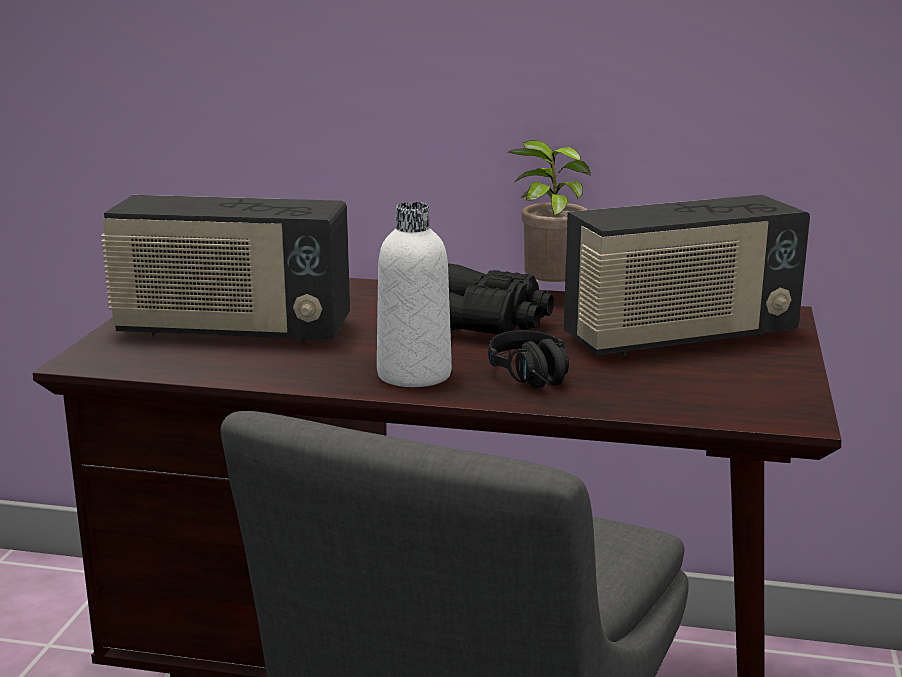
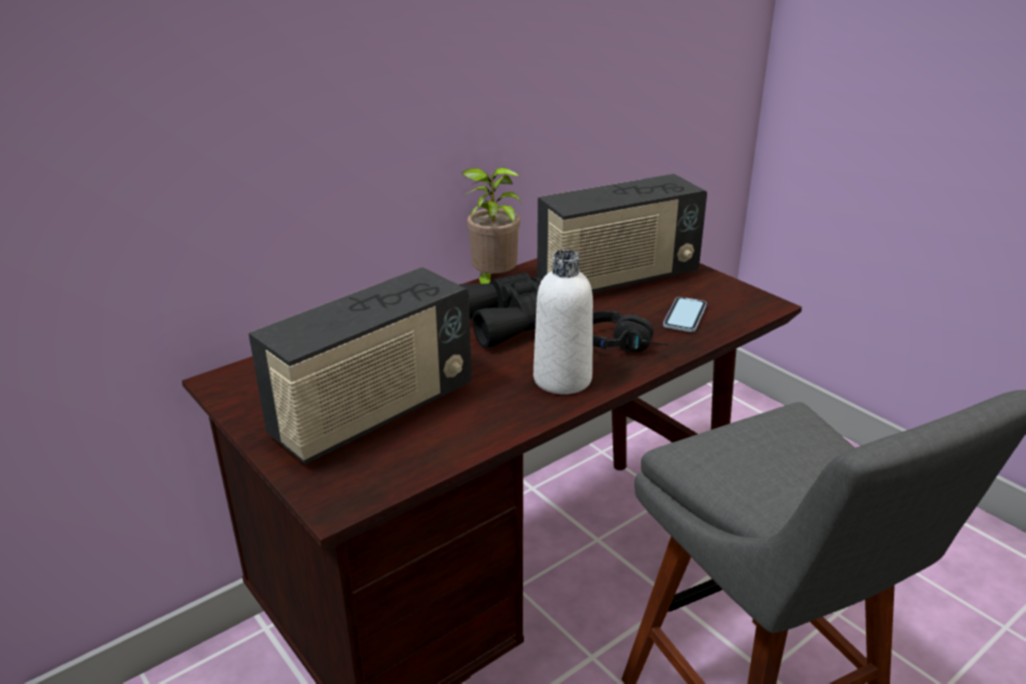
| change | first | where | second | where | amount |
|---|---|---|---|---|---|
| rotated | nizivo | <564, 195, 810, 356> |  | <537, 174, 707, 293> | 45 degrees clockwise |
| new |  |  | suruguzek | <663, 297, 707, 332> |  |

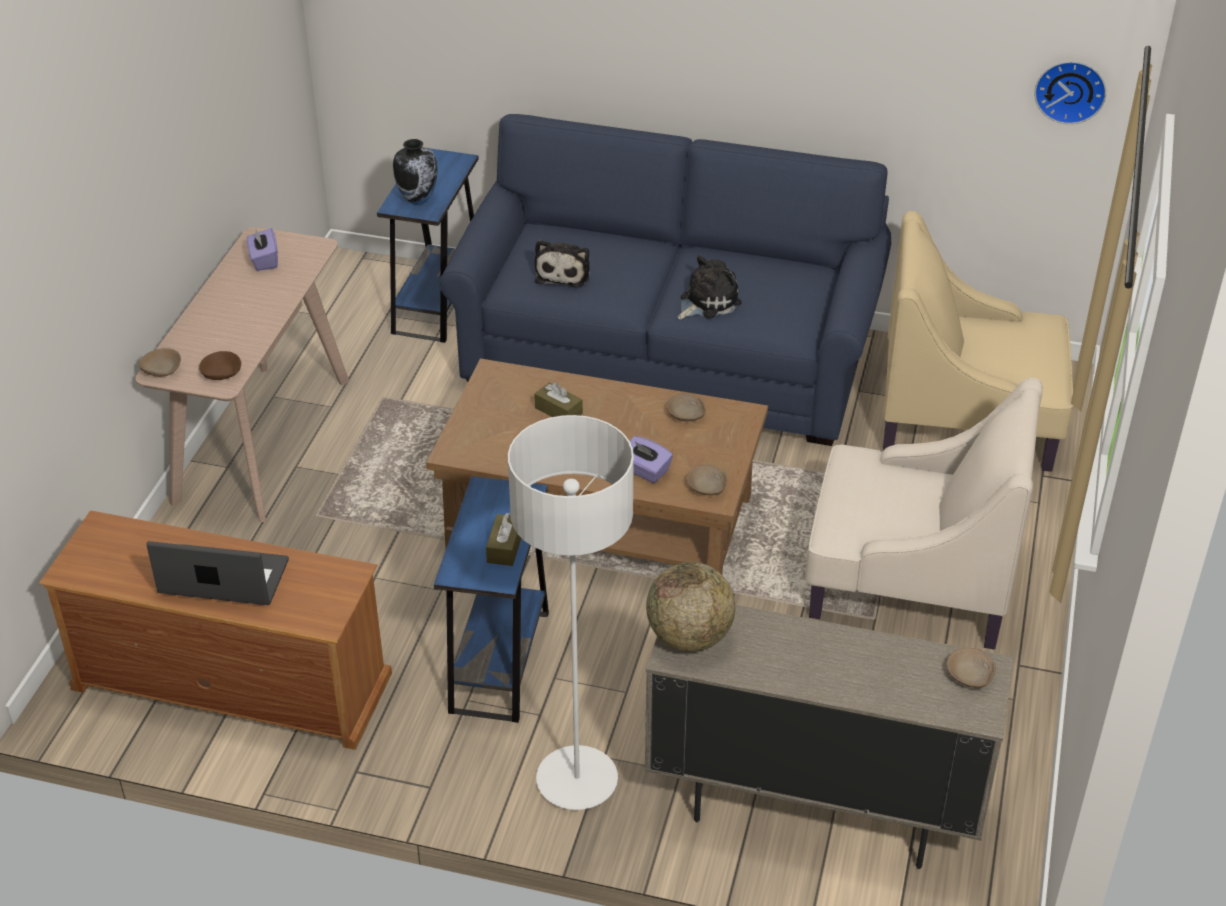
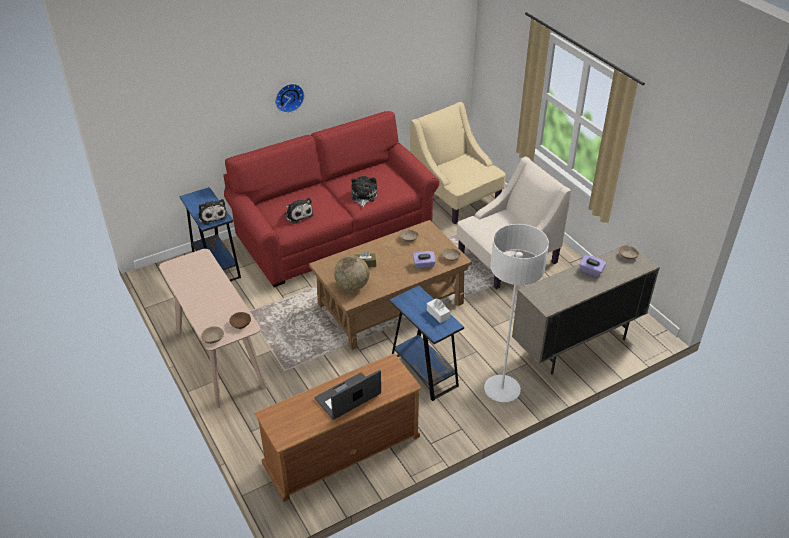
| change | first | where | second | where | amount |
|---|---|---|---|---|---|
| shifted | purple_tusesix | <247, 228, 278, 271> |  | <580, 255, 606, 277> |  |
| swapped | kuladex | <393, 139, 438, 205> | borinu | <198, 199, 227, 225> |  |
| repainted | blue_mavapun | <439, 114, 891, 446> | red_mavapun | <223, 111, 439, 287> |  |
| repainted | brown_tusesix | <486, 513, 521, 566> | white_tusesix | <427, 299, 450, 323> |  |
| shifted | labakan | <646, 562, 735, 652> |  | <334, 256, 369, 291> |  |
| rotated | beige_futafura | <882, 211, 1073, 472> |  | <410, 102, 506, 224> | 90 degrees clockwise |
| shifted | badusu | <1034, 61, 1106, 124> |  | <275, 84, 304, 113> |  |

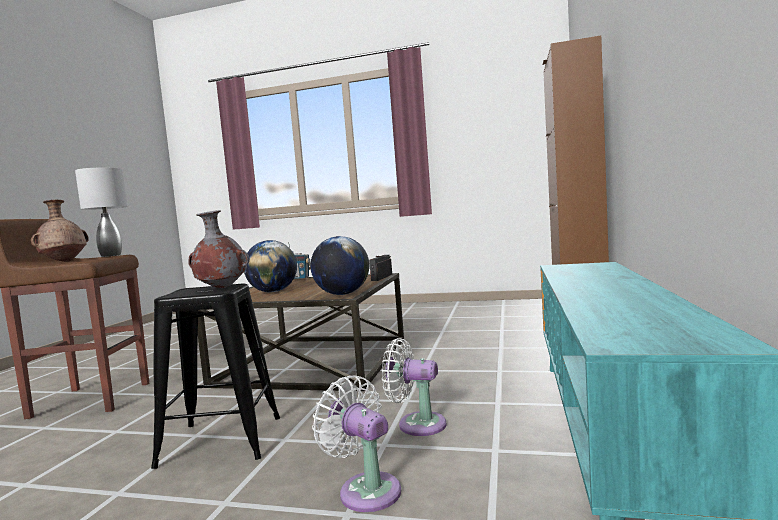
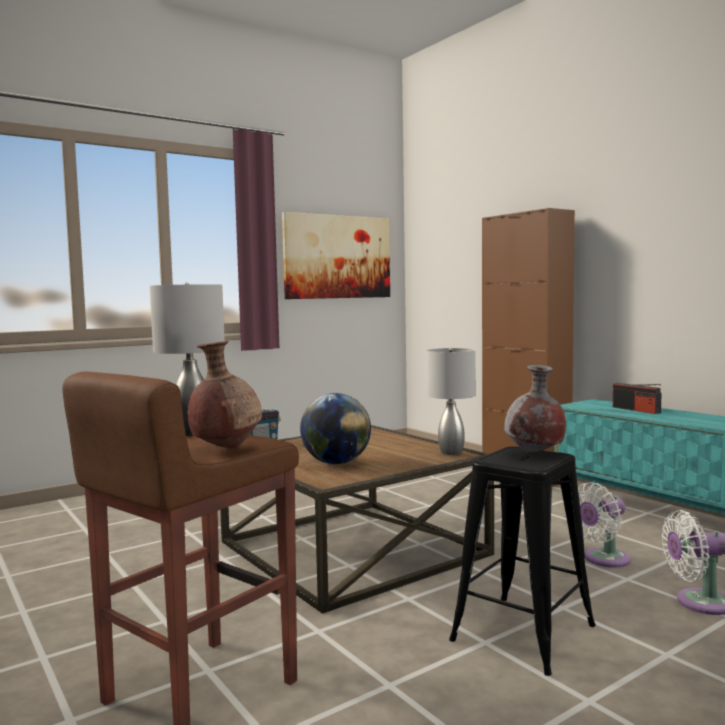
| change | first | where | second | where | amount |
|---|---|---|---|---|---|
| swapped | labakan | <310, 236, 369, 295> | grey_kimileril | <426, 348, 476, 455> |  |
| shifted | nizivo | <369, 255, 392, 281> |  | <613, 383, 661, 414> |  |
| new |  |  | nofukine | <282, 212, 390, 299> |  |

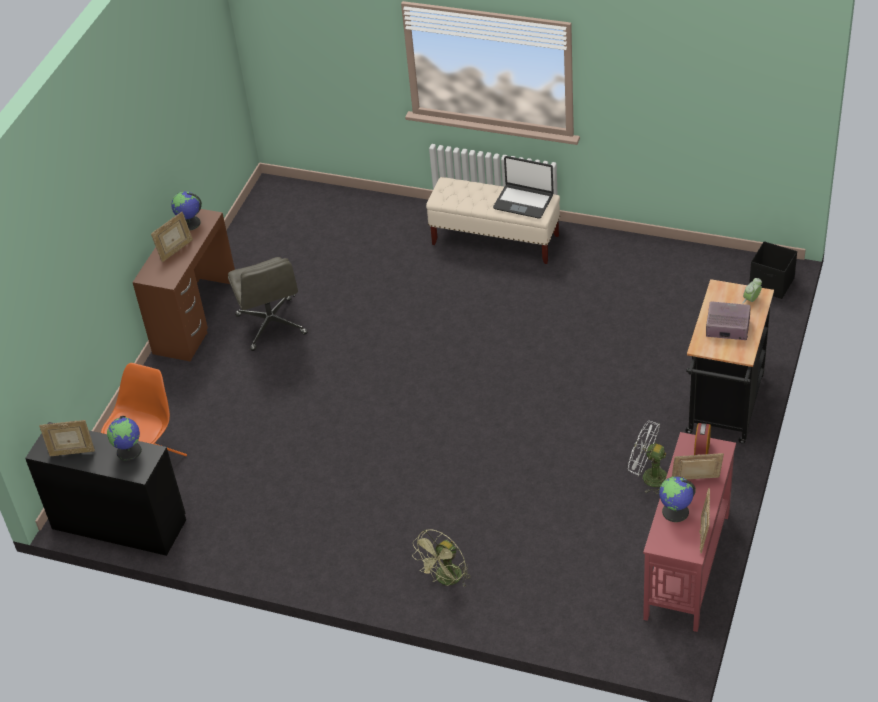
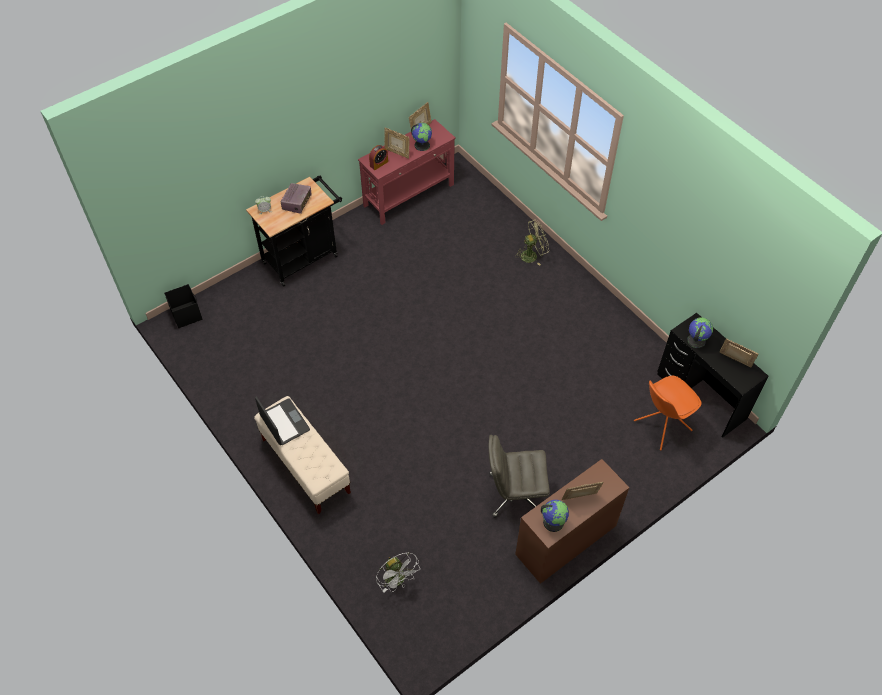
| change | first | where | second | where | amount |
|---|---|---|---|---|---|
| rotated | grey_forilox | <228, 257, 308, 351> |  | <488, 435, 550, 517> | 105 degrees counterclockwise |
| shifted | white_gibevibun | <628, 421, 667, 493> |  | <376, 552, 420, 593> |  |
| rotated | nizivo | <706, 301, 751, 340> |  | <281, 183, 312, 214> | 120 degrees counterclockwise |

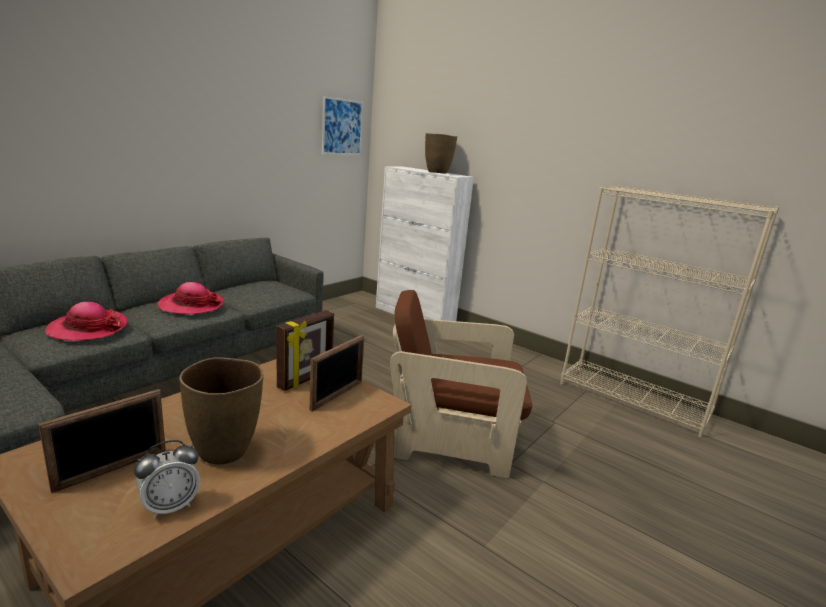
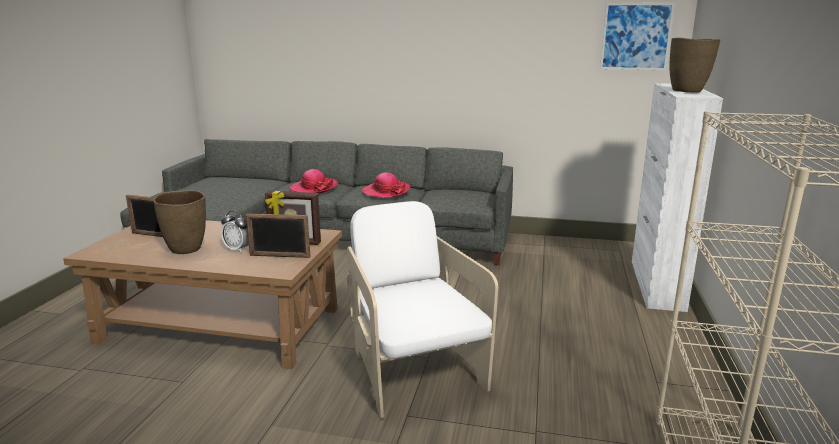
| change | first | where | second | where | amount |
|---|---|---|---|---|---|
| shifted | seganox | <134, 440, 200, 518> |  | <221, 211, 249, 252> |  |
| repainted | brown_futafura | <390, 290, 532, 478> | white_futafura | <347, 201, 498, 419> |  |

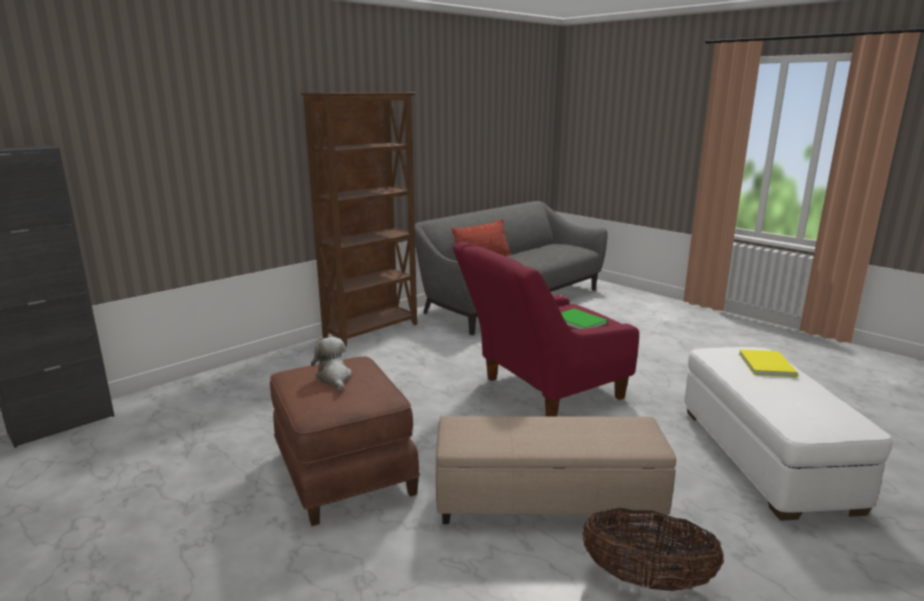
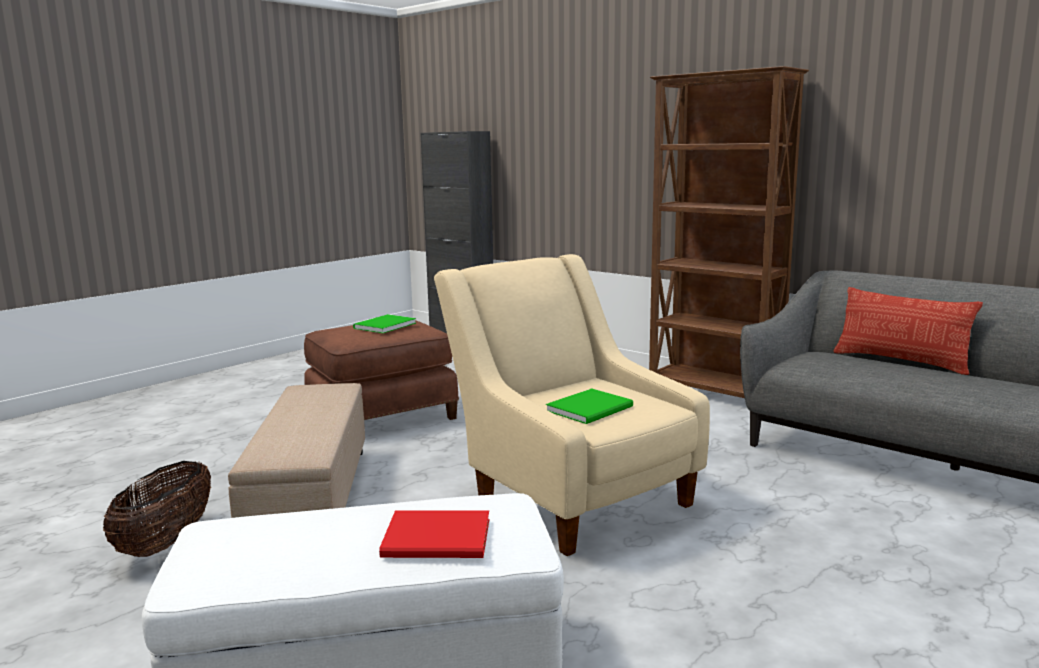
| change | first | where | second | where | amount |
|---|---|---|---|---|---|
| swapped | borinu | <311, 337, 352, 390> | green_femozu | <353, 314, 416, 333> |  |
| repainted | red_futafura | <452, 242, 639, 416> | beige_futafura | <434, 254, 710, 556> |  |
| repainted | yellow_femozu | <739, 349, 798, 377> | red_femozu | <379, 511, 489, 558> |  |

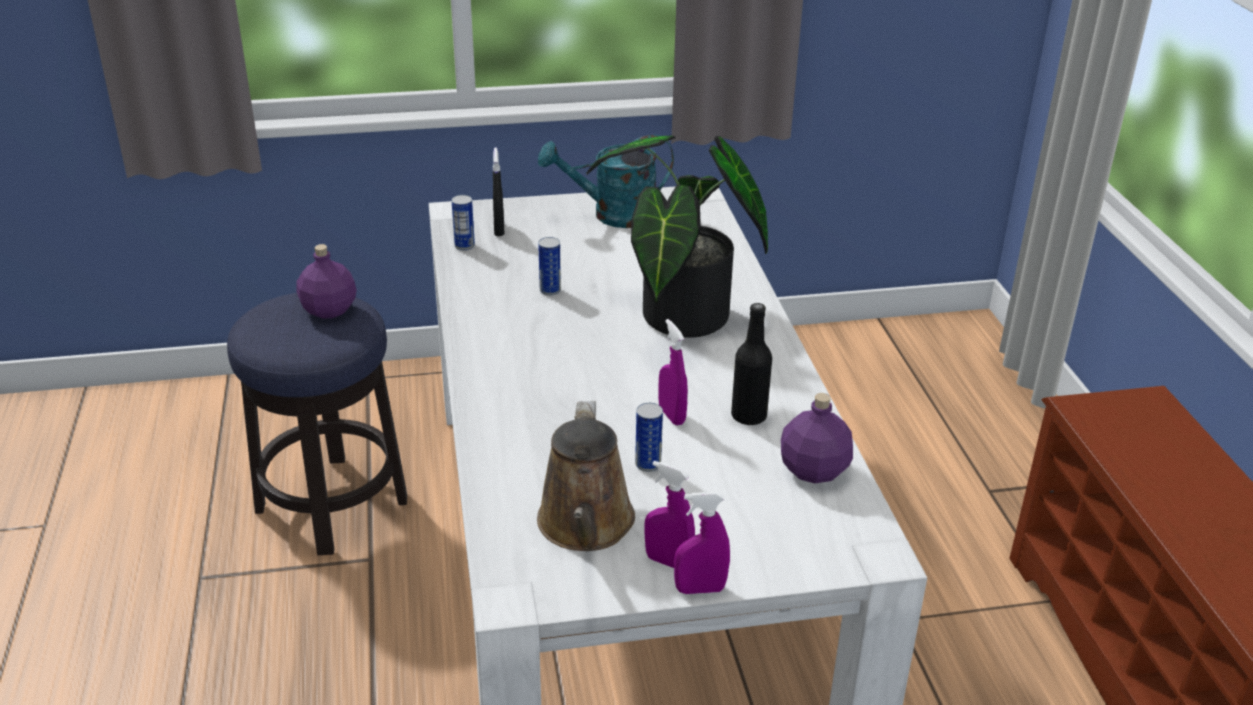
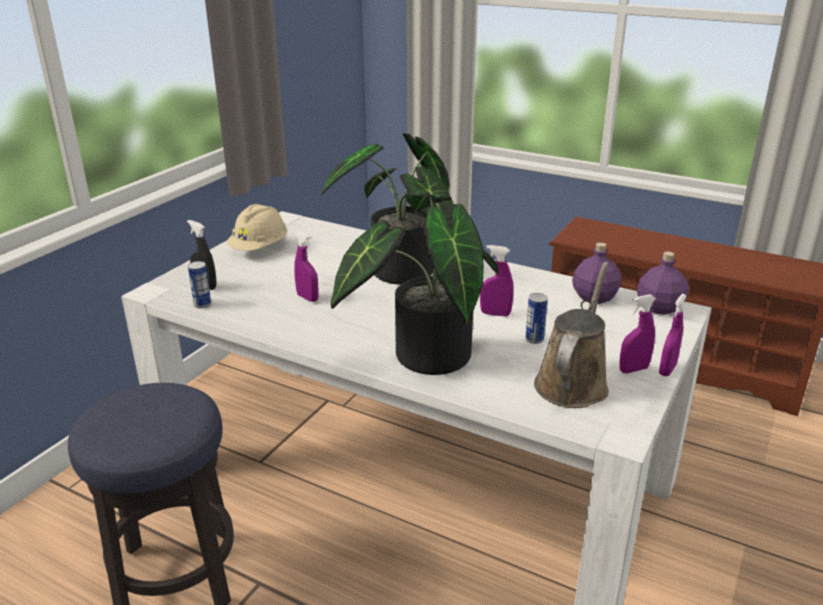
| change | first | where | second | where | amount |
|---|---|---|---|---|---|
| shifted | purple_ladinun | <296, 244, 357, 318> |  | <637, 251, 689, 315> |  |
| rotated | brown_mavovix | <537, 401, 635, 551> |  | <534, 262, 609, 408> | 105 degrees counterclockwise |
| swapped | turquoise_mavovix | <538, 135, 674, 228> | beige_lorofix | <227, 204, 287, 251> |  |
| swapped | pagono | <538, 237, 561, 296> | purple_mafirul | <294, 231, 319, 302> |  |
| gone | black_ladinun | <731, 303, 772, 425> |  |  |  |
| new |  |  | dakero | <331, 192, 499, 375> |  |

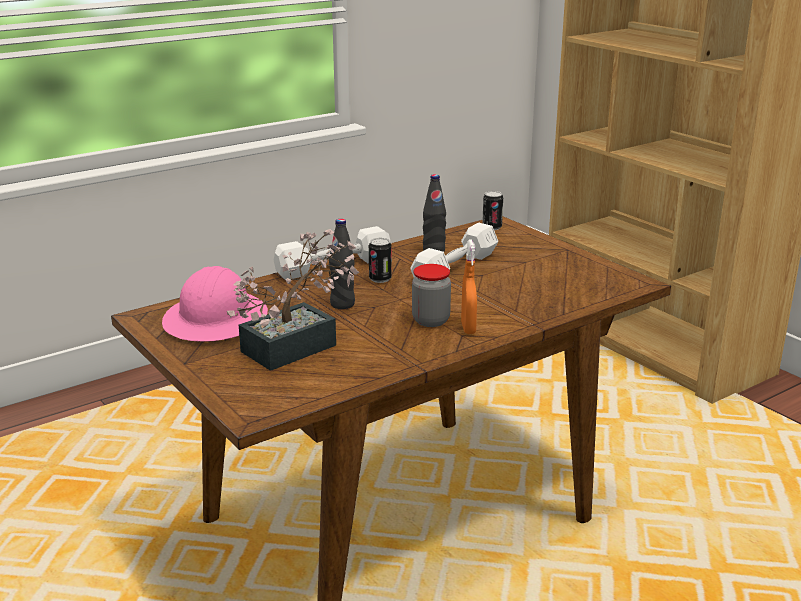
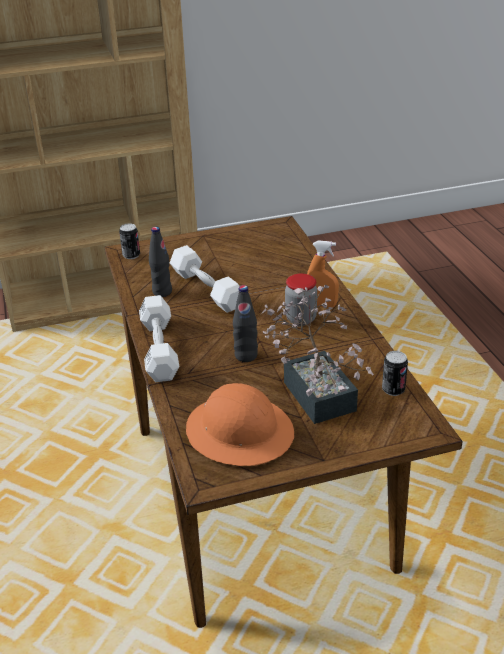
| change | first | where | second | where | amount |
|---|---|---|---|---|---|
| repainted | pink_lorofix | <162, 266, 268, 342> | orange_lorofix | <186, 383, 294, 466> |  |
| shifted | pagono | <369, 238, 392, 283> |  | <382, 351, 408, 396> |  |

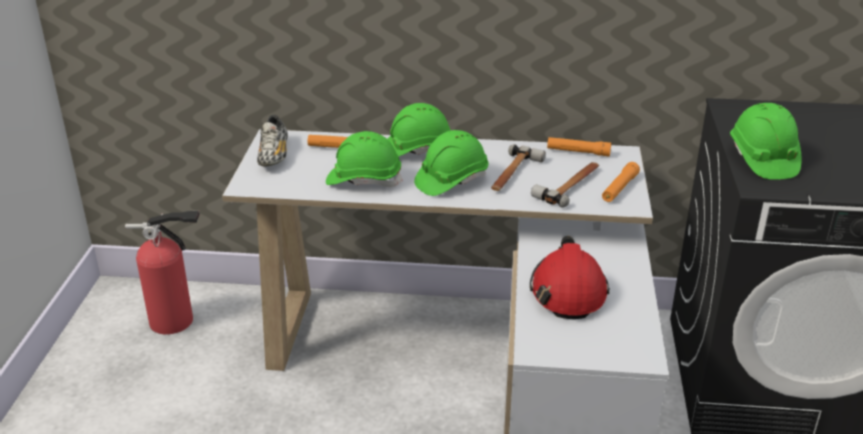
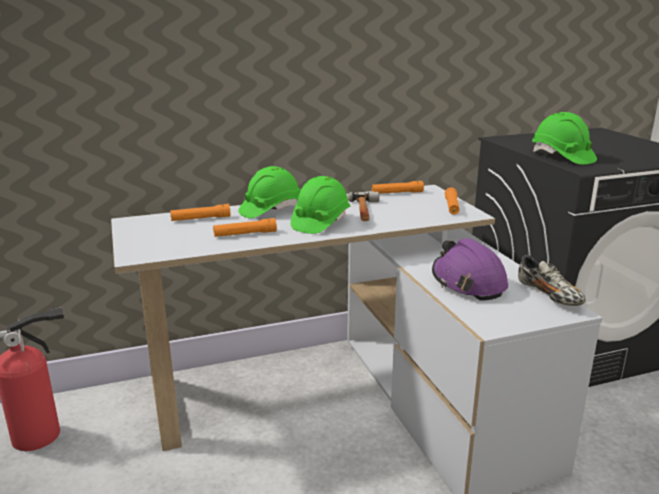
| change | first | where | second | where | amount |
|---|---|---|---|---|---|
| shifted | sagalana | <257, 115, 288, 166> |  | <518, 255, 586, 306> |  |
| swapped | green_lorofix | <326, 131, 403, 187> | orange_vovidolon | <213, 218, 277, 237> |  |
| repainted | red_lorofix | <530, 236, 610, 319> | purple_lorofix | <432, 238, 508, 301> |  |
| gone | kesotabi | <531, 162, 599, 208> |  |  |  |

